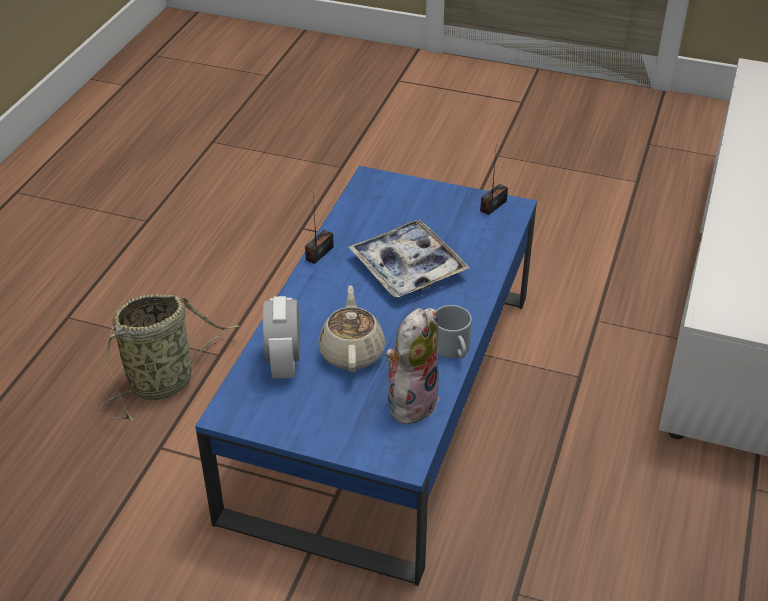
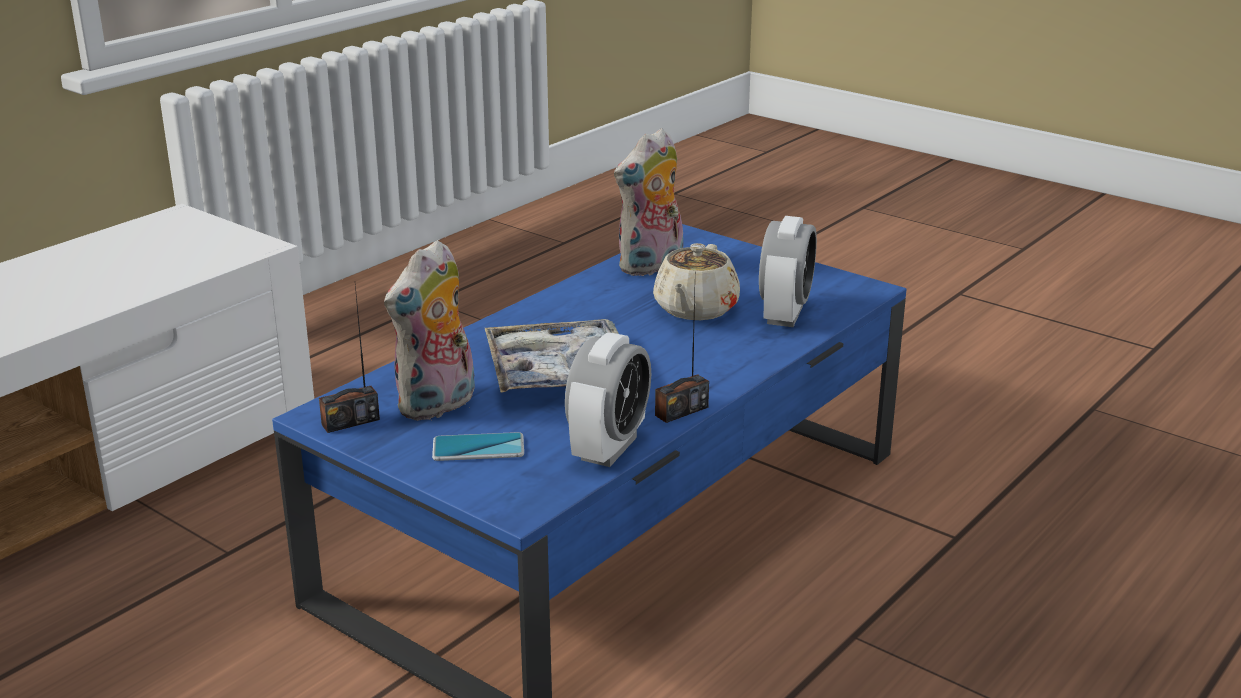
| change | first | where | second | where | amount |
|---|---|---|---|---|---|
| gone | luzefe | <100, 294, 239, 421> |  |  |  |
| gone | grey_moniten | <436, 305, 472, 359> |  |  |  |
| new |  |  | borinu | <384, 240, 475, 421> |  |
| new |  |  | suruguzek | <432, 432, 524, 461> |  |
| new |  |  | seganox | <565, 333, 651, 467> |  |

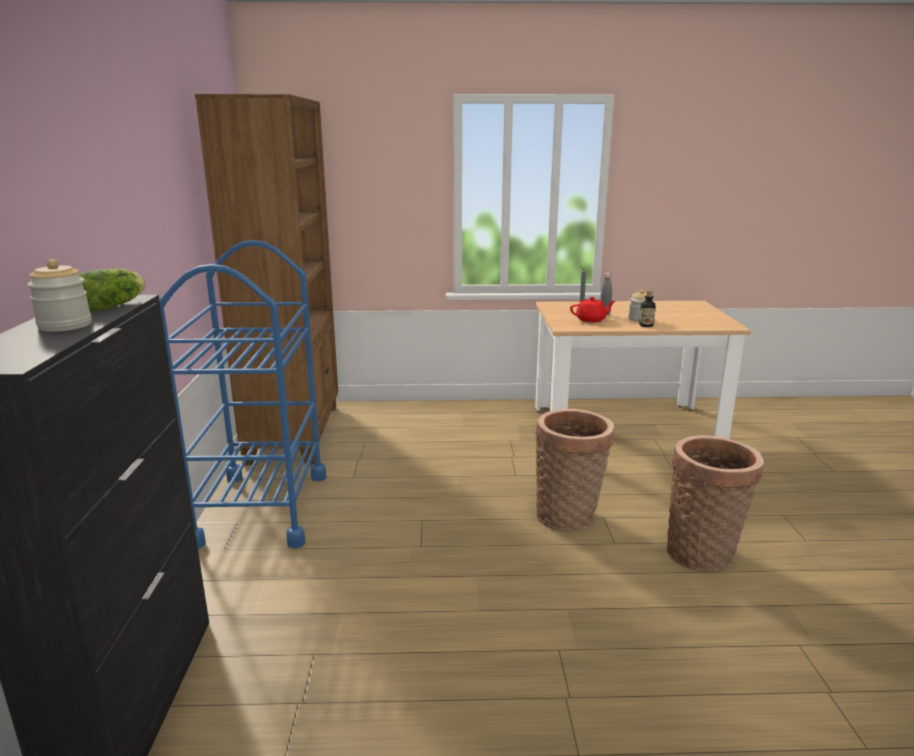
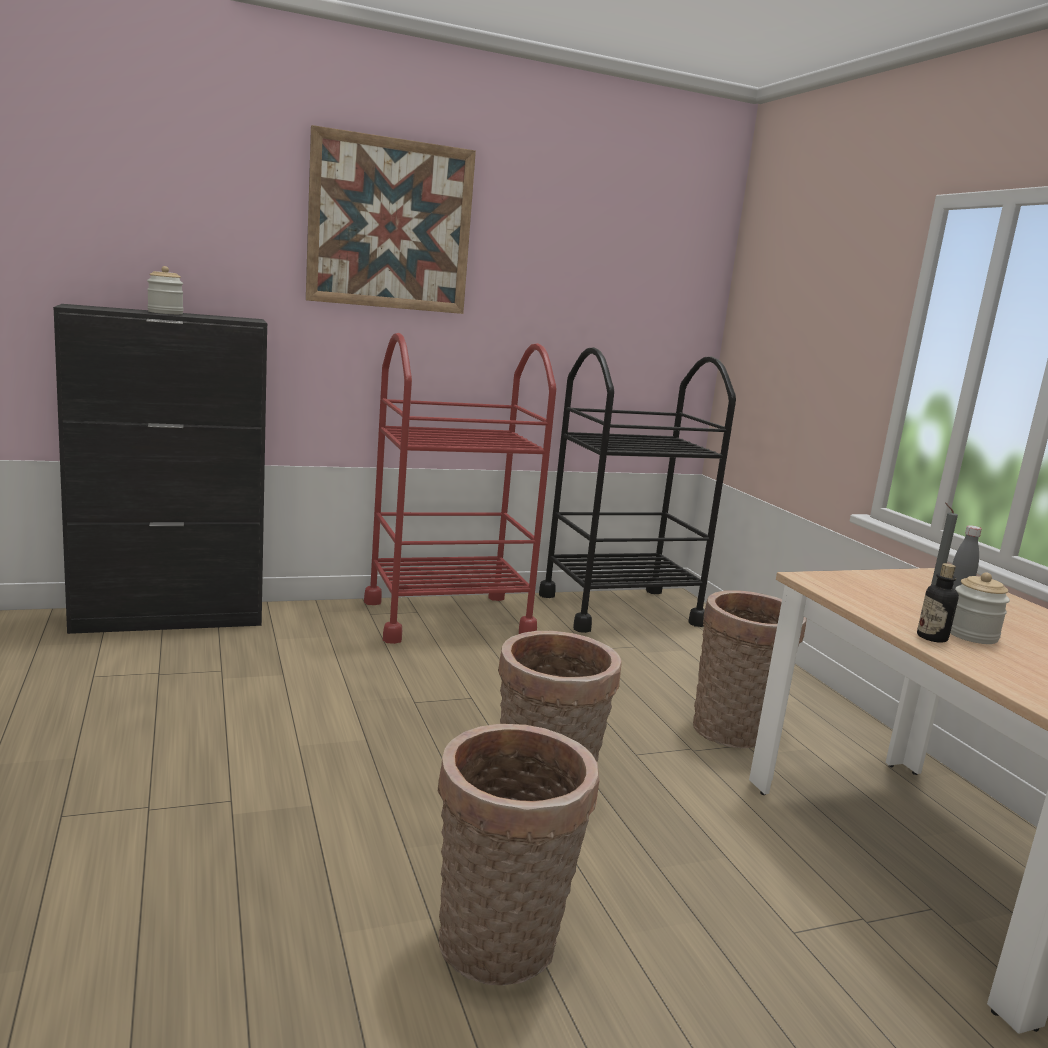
| change | first | where | second | where | amount |
|---|---|---|---|---|---|
| gone | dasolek | <78, 268, 146, 312> |  |  |  |
| repainted | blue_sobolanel | <159, 240, 327, 549> | red_sobolanel | <364, 333, 556, 644> |  |
| swapped | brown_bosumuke | <195, 94, 338, 465> | black_sobolanel | <539, 347, 736, 633> |  |
| gone | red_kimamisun | <570, 297, 615, 322> |  |  |  |
| new |  |  | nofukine | <306, 125, 476, 314> |  |
| new |  |  | luzefe | <693, 590, 807, 748> |  |

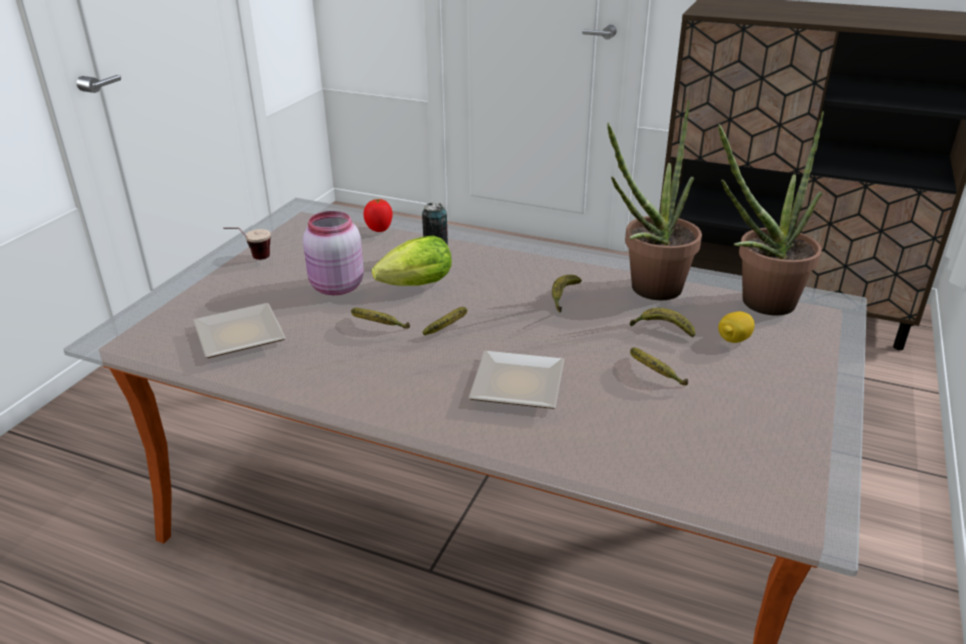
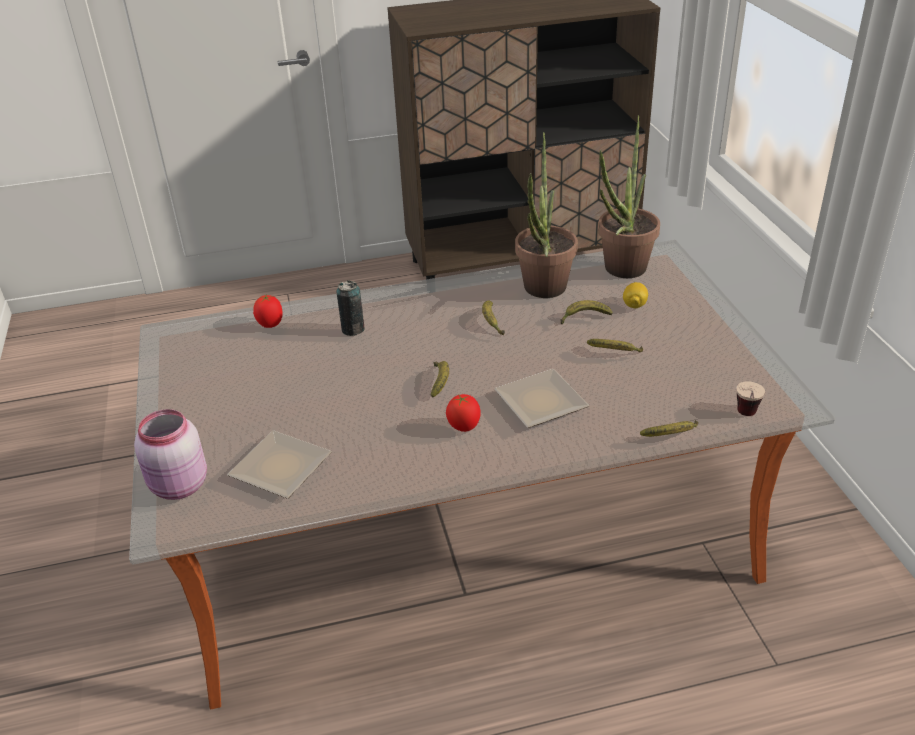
| change | first | where | second | where | amount |
|---|---|---|---|---|---|
| shifted | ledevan | <223, 228, 271, 260> |  | <736, 381, 765, 416> |  |
| shifted | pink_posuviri | <303, 211, 364, 295> |  | <134, 409, 207, 500> |  |
| shifted | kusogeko | <351, 308, 410, 329> |  | <640, 420, 698, 437> |  |
| gone | dasolek | <372, 236, 452, 286> |  |  |  |
| new |  |  | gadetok | <446, 394, 481, 432> |  |

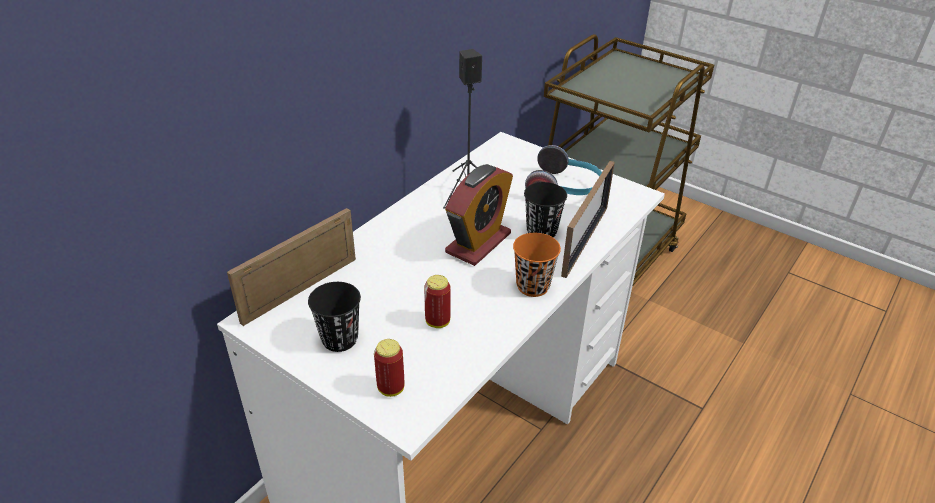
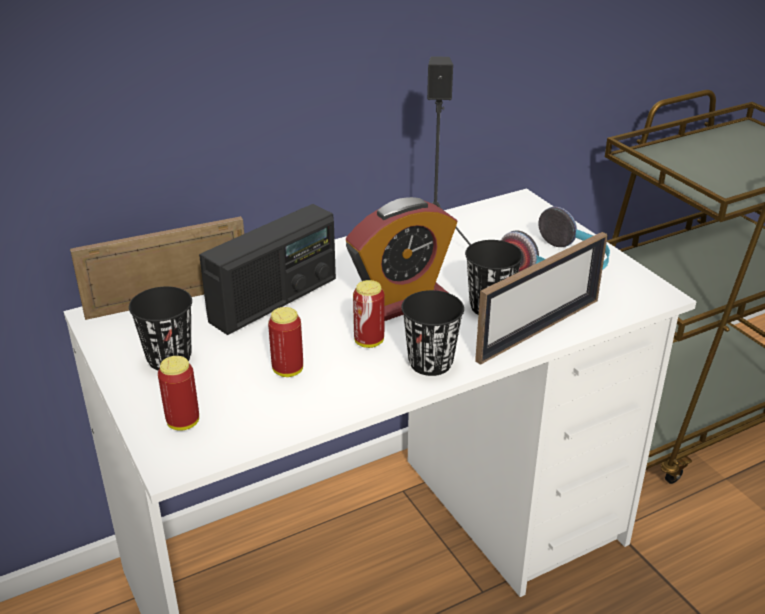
| change | first | where | second | where | amount |
|---|---|---|---|---|---|
| repainted | orange_ledevan | <513, 233, 561, 297> | black_ledevan | <401, 290, 464, 376> |  |
| new |  |  | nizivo | <199, 204, 336, 335> |  |
| new |  |  | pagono | <353, 280, 385, 348> |  |

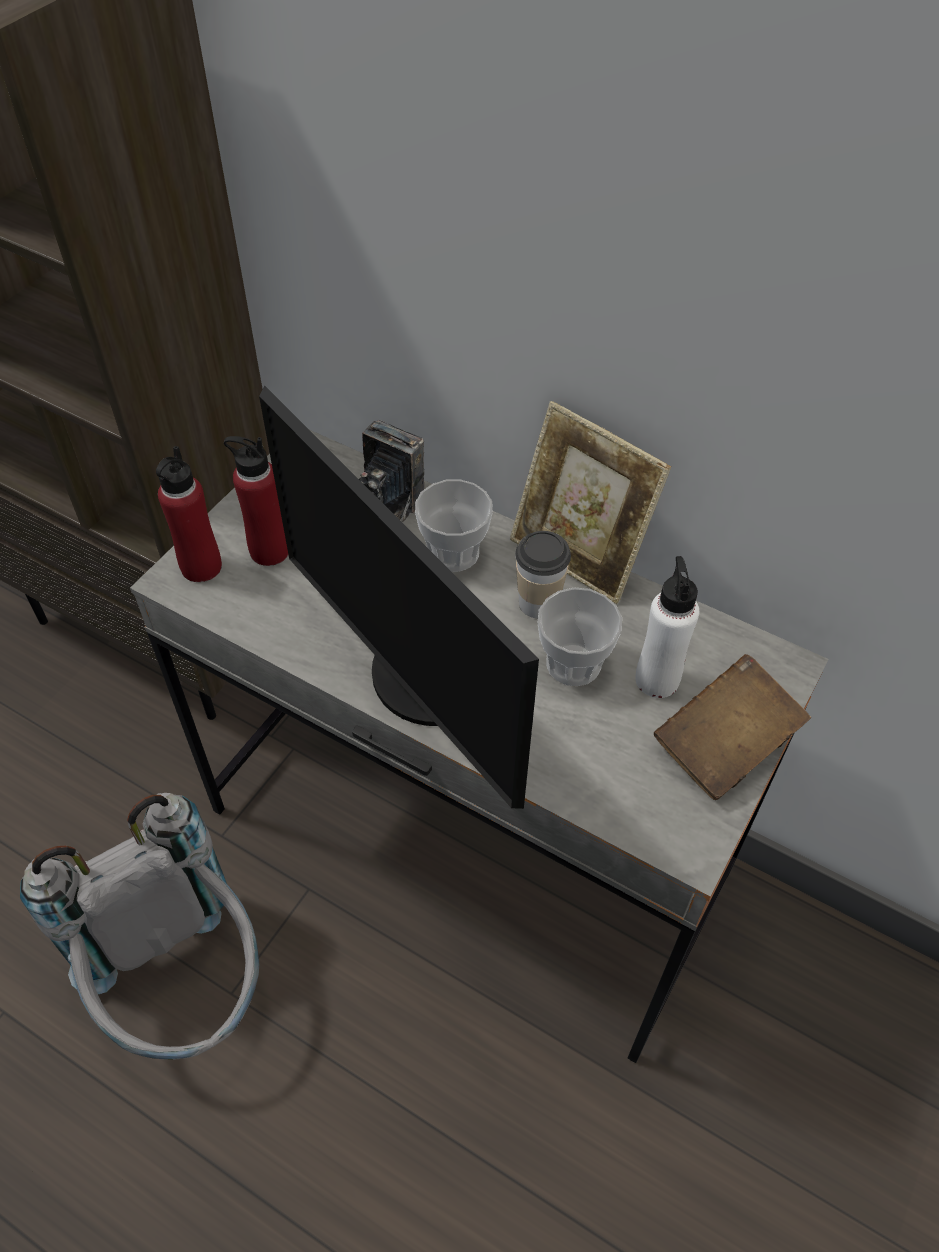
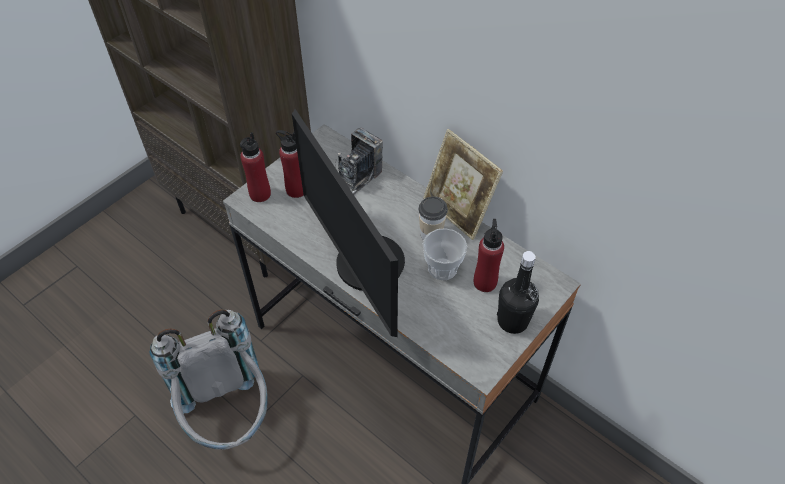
| change | first | where | second | where | amount |
|---|---|---|---|---|---|
| gone | ledevan | <415, 480, 493, 572> |  |  |  |
| repainted | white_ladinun | <635, 556, 699, 698> | red_ladinun | <474, 219, 504, 292> |  |
| swapped | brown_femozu | <654, 654, 811, 800> | black_ladinun | <497, 251, 539, 334> |  |

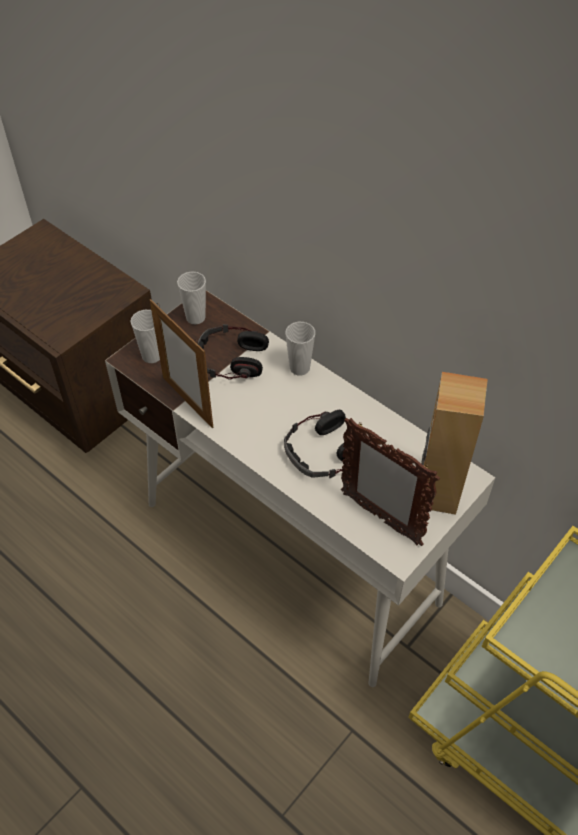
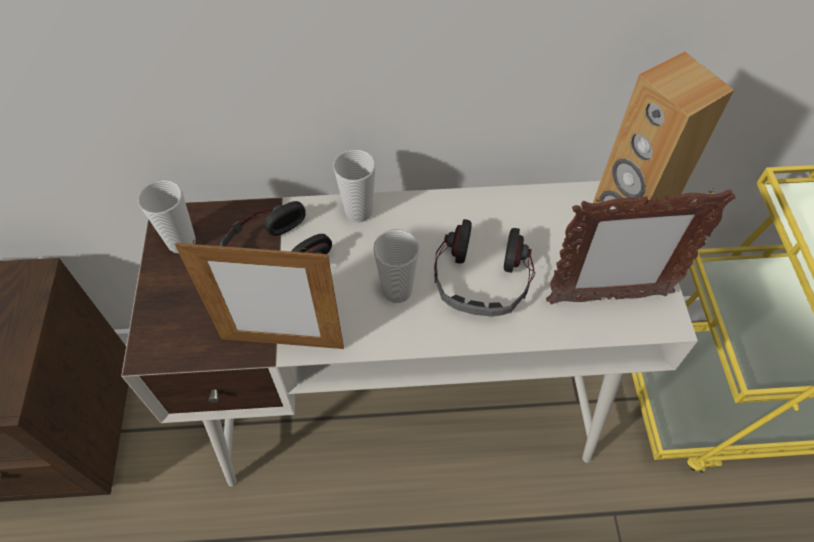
| change | first | where | second | where | amount |
|---|---|---|---|---|---|
| shifted | ledevan | <130, 310, 160, 363> |  | <373, 229, 419, 303> |  |

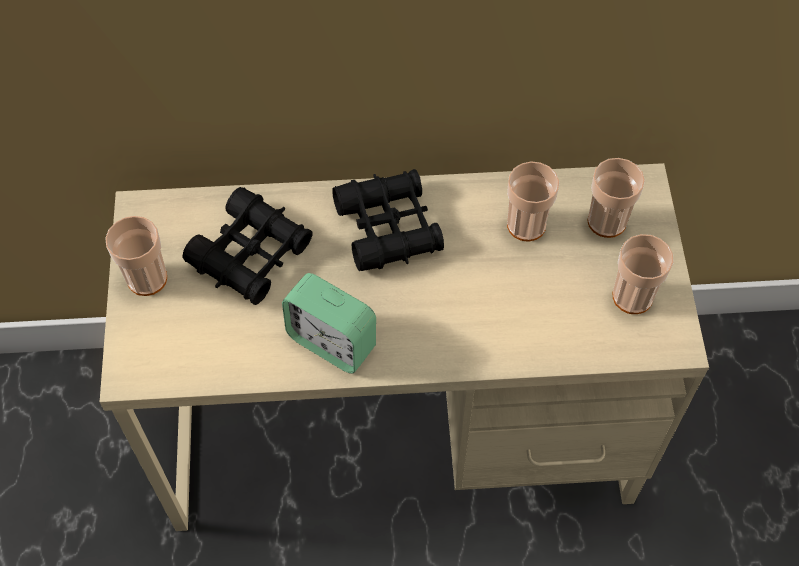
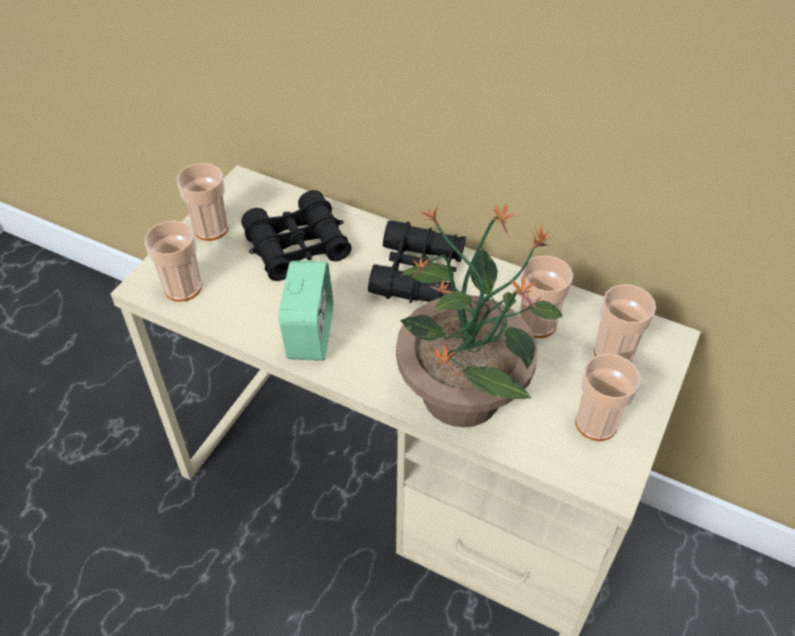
| change | first | where | second | where | amount |
|---|---|---|---|---|---|
| rotated | seganox | <282, 273, 376, 374> |  | <279, 261, 333, 360> | 150 degrees counterclockwise |
| new |  |  | ledevan | <144, 221, 202, 302> |  |
| new |  |  | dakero | <396, 203, 563, 427> |  |

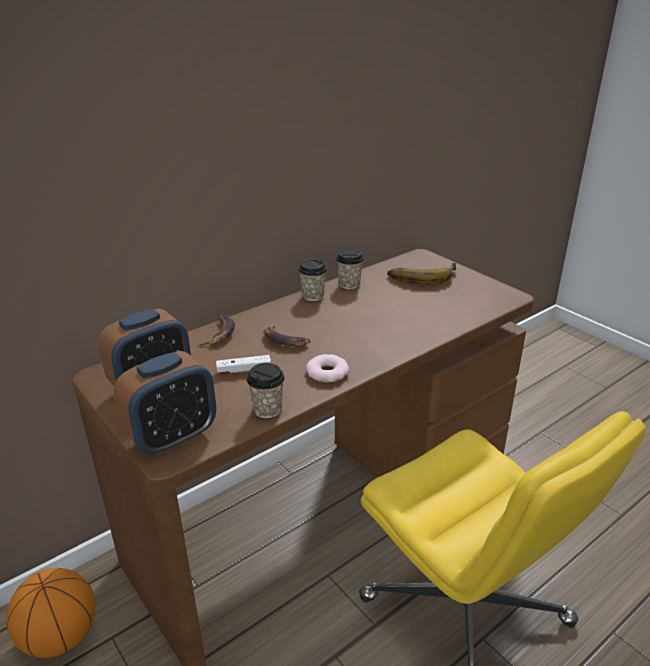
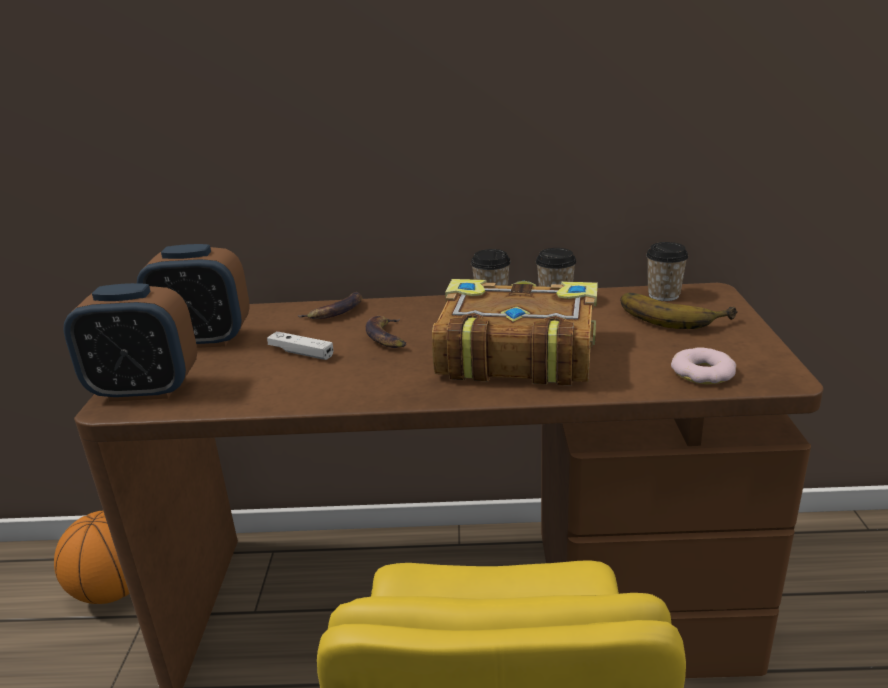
| change | first | where | second | where | amount |
|---|---|---|---|---|---|
| shifted | ledevan | <247, 363, 285, 418> |  | <646, 242, 688, 301> |  |
| shifted | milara | <306, 354, 349, 382> |  | <671, 347, 736, 384> |  |
| new |  |  | femozu | <432, 279, 598, 386> |  |

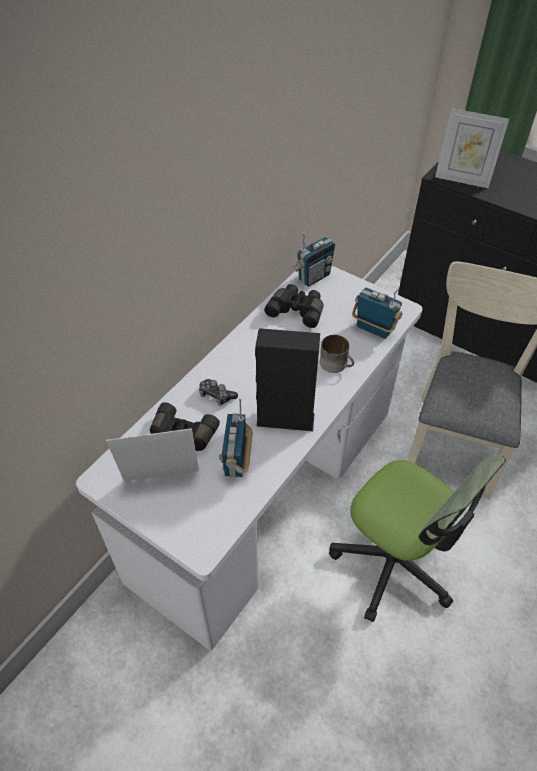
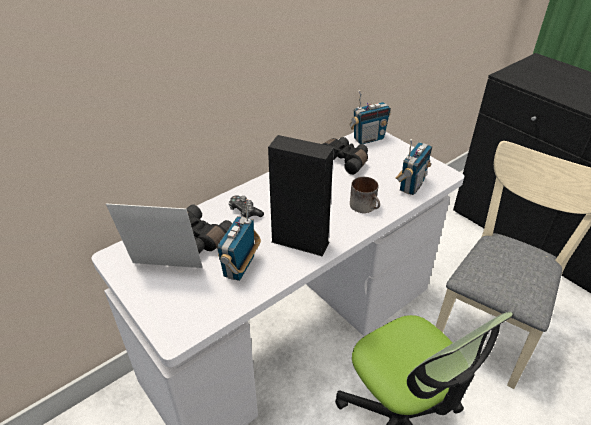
| change | first | where | second | where | amount |
|---|---|---|---|---|---|
| rotated | nizivo | <352, 288, 403, 339> |  | <396, 139, 432, 195> | 75 degrees clockwise |
| gone | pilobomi | <435, 108, 509, 188> |  |  |  |

